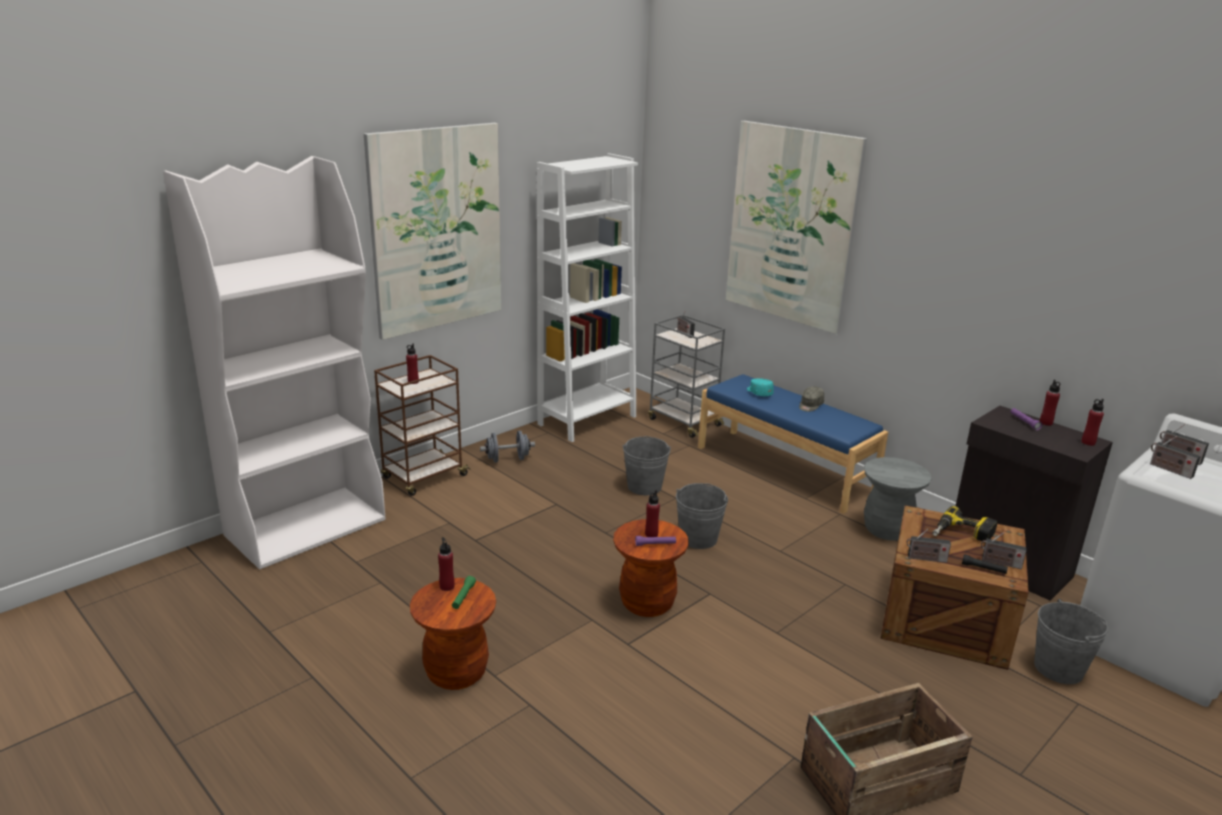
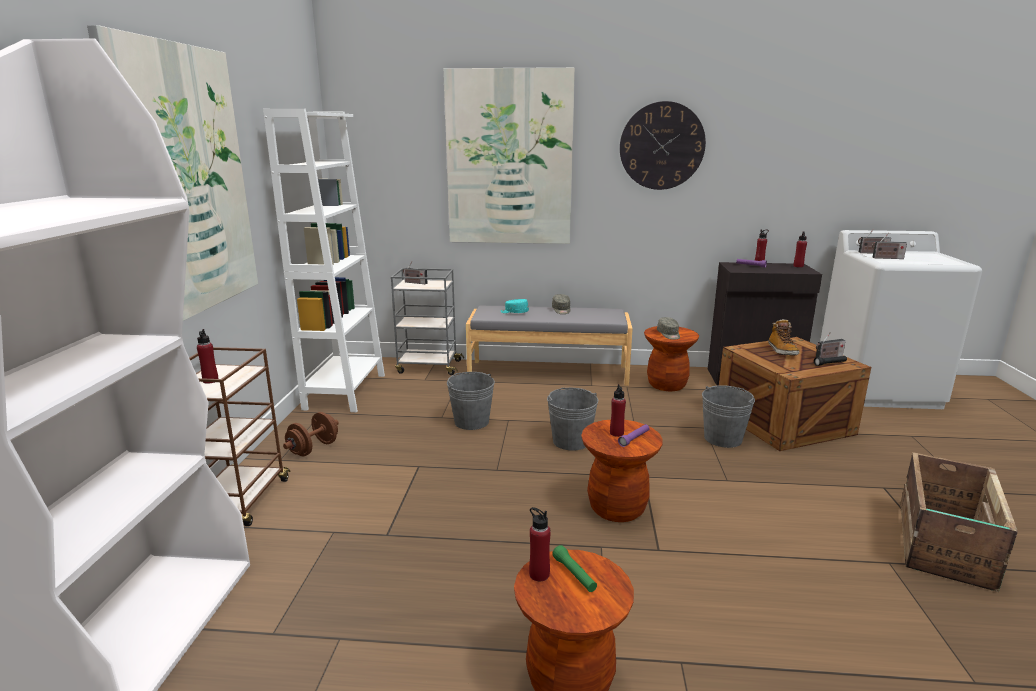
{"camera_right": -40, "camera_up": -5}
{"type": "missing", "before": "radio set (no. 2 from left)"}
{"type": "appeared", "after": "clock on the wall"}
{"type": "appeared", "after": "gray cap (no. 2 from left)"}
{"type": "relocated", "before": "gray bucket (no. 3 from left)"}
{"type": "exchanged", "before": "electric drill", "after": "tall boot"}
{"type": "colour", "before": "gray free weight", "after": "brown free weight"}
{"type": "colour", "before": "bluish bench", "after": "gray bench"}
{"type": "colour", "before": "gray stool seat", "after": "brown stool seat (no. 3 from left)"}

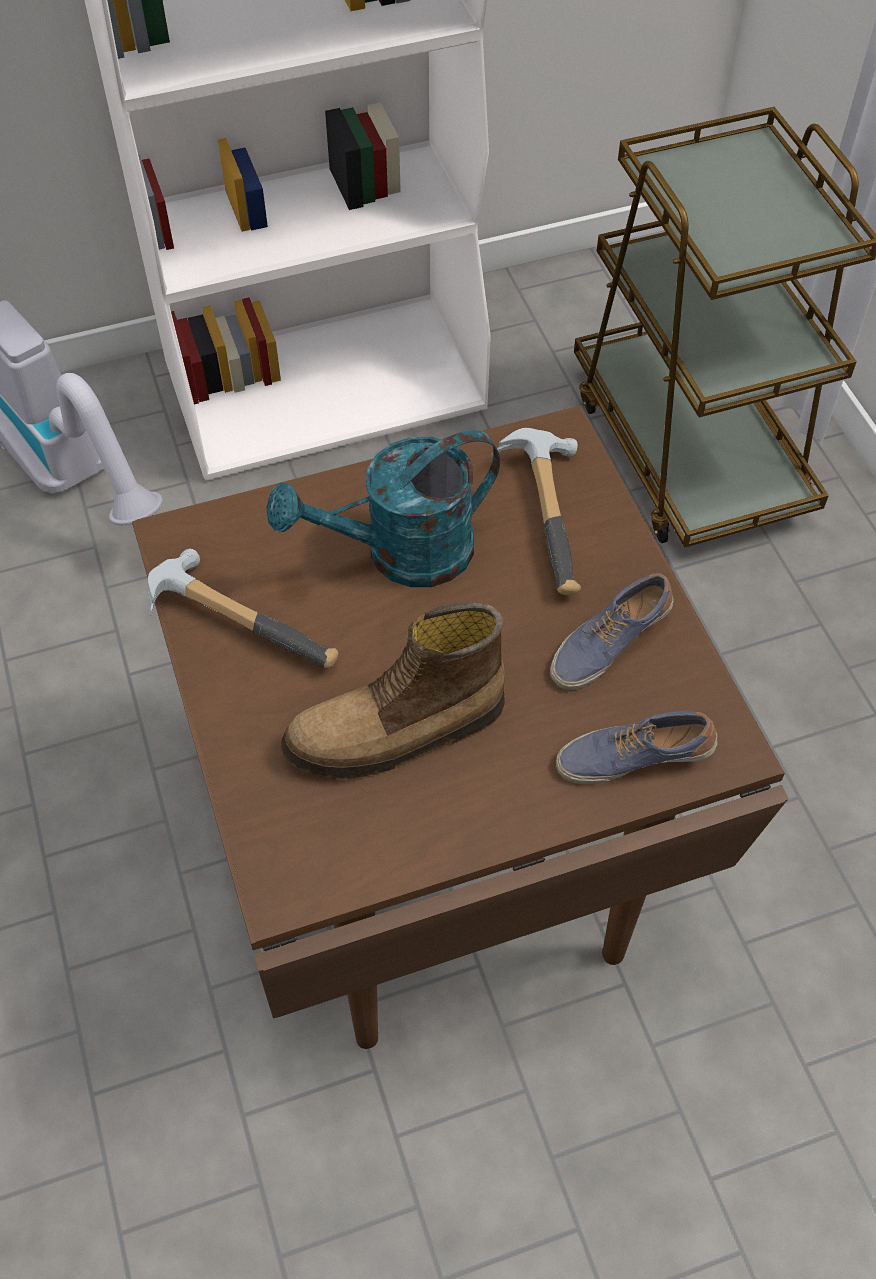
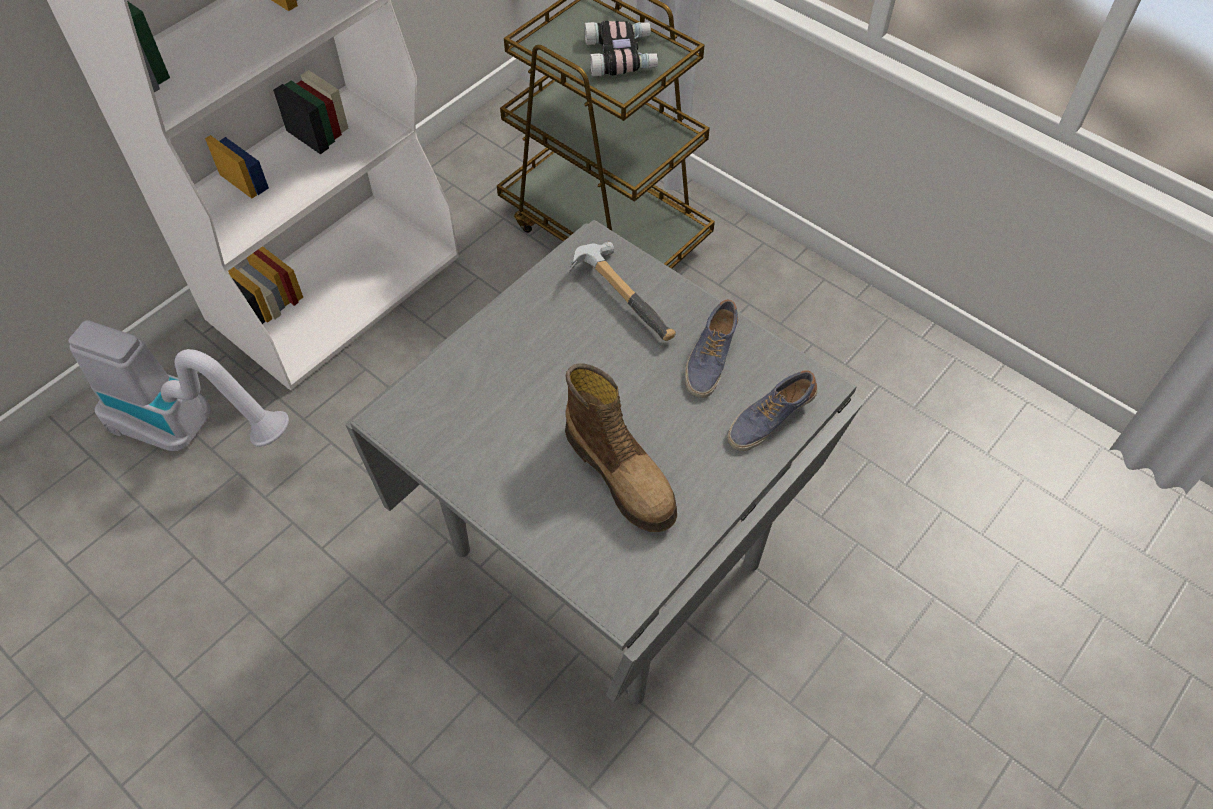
{"camera_right": -30, "camera_up": 0}
{"type": "missing", "before": "hand hammer (no. 1 from left)"}
{"type": "missing", "before": "turquoise sprinkling can"}
{"type": "appeared", "after": "field glasses"}
{"type": "colour", "before": "brown dinner table", "after": "gray dinner table"}
{"type": "spun", "before": "tall boot", "turn": -75}

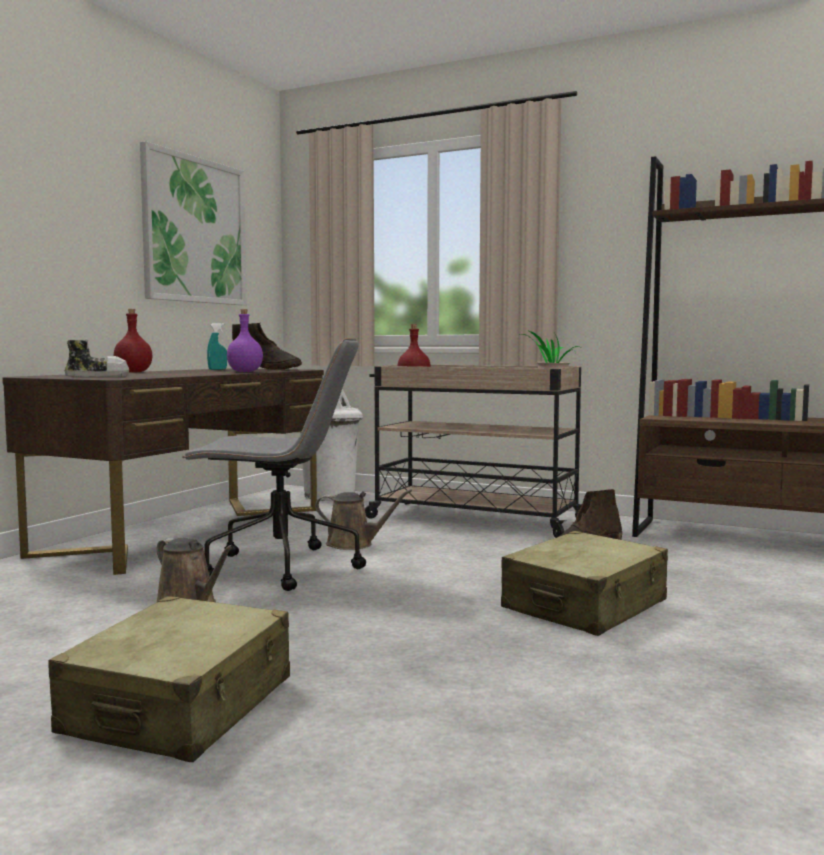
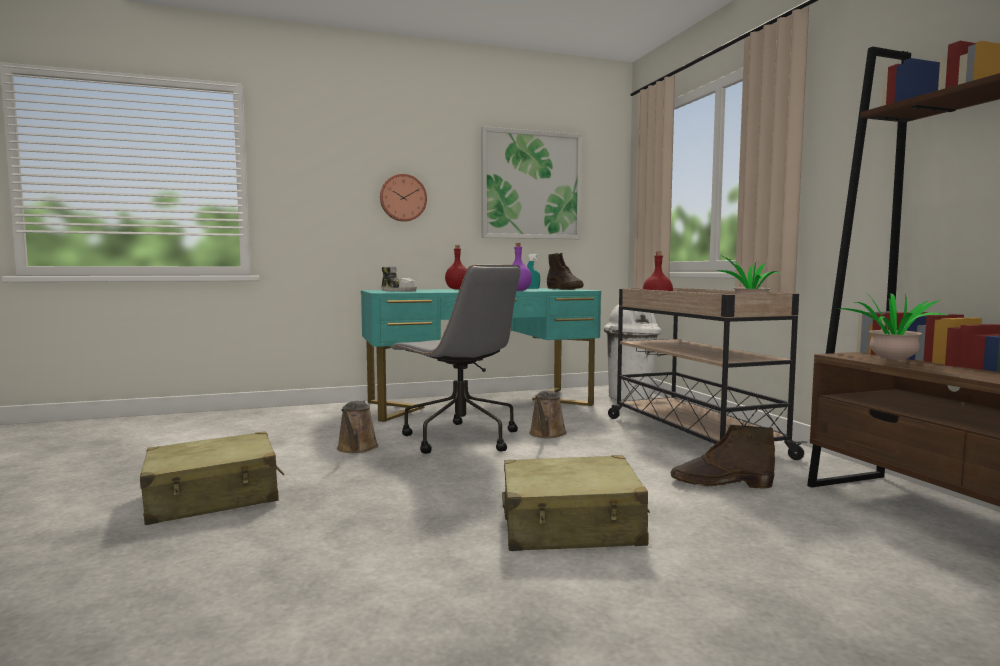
{"camera_right": 45, "camera_up": 0}
{"type": "appeared", "after": "clock on the wall"}
{"type": "appeared", "after": "potted plant (no. 2 from left)"}
{"type": "colour", "before": "brown desk table", "after": "turquoise desk table"}
{"type": "spun", "before": "brown sprinkling can (no. 2 from left)", "turn": 45}

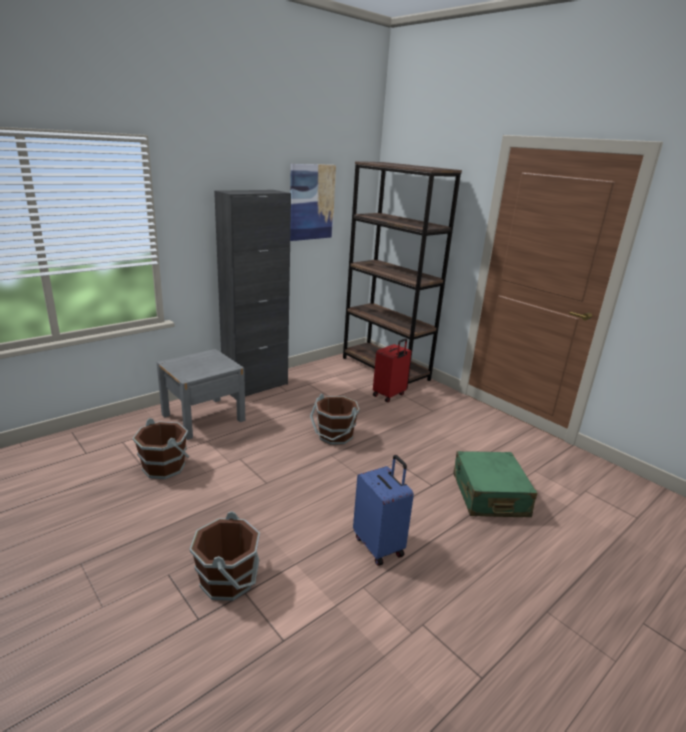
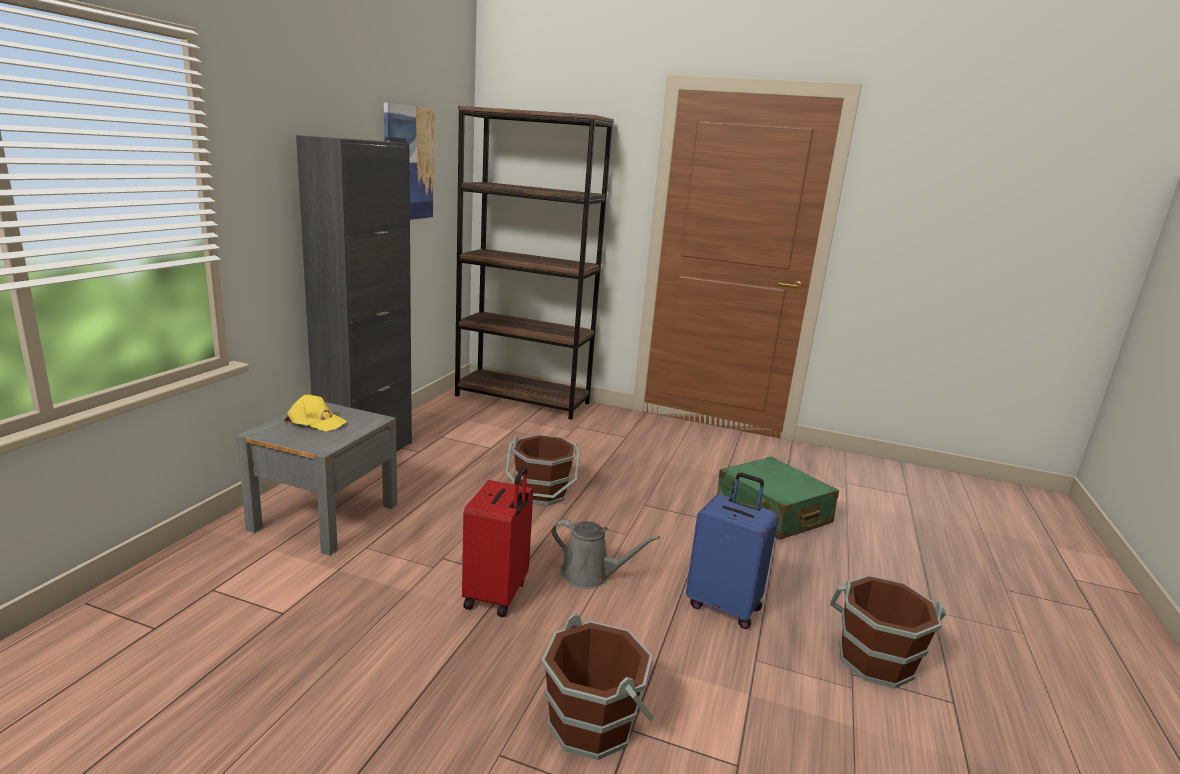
{"camera_right": -30, "camera_up": -5}
{"type": "appeared", "after": "yellow-coloured cap"}
{"type": "appeared", "after": "gray sprinkling can"}
{"type": "relocated", "before": "brown bucket (no. 1 from left in the first image)", "after": "brown bucket (no. 3 from left)"}
{"type": "relocated", "before": "red-coloured suitcase"}

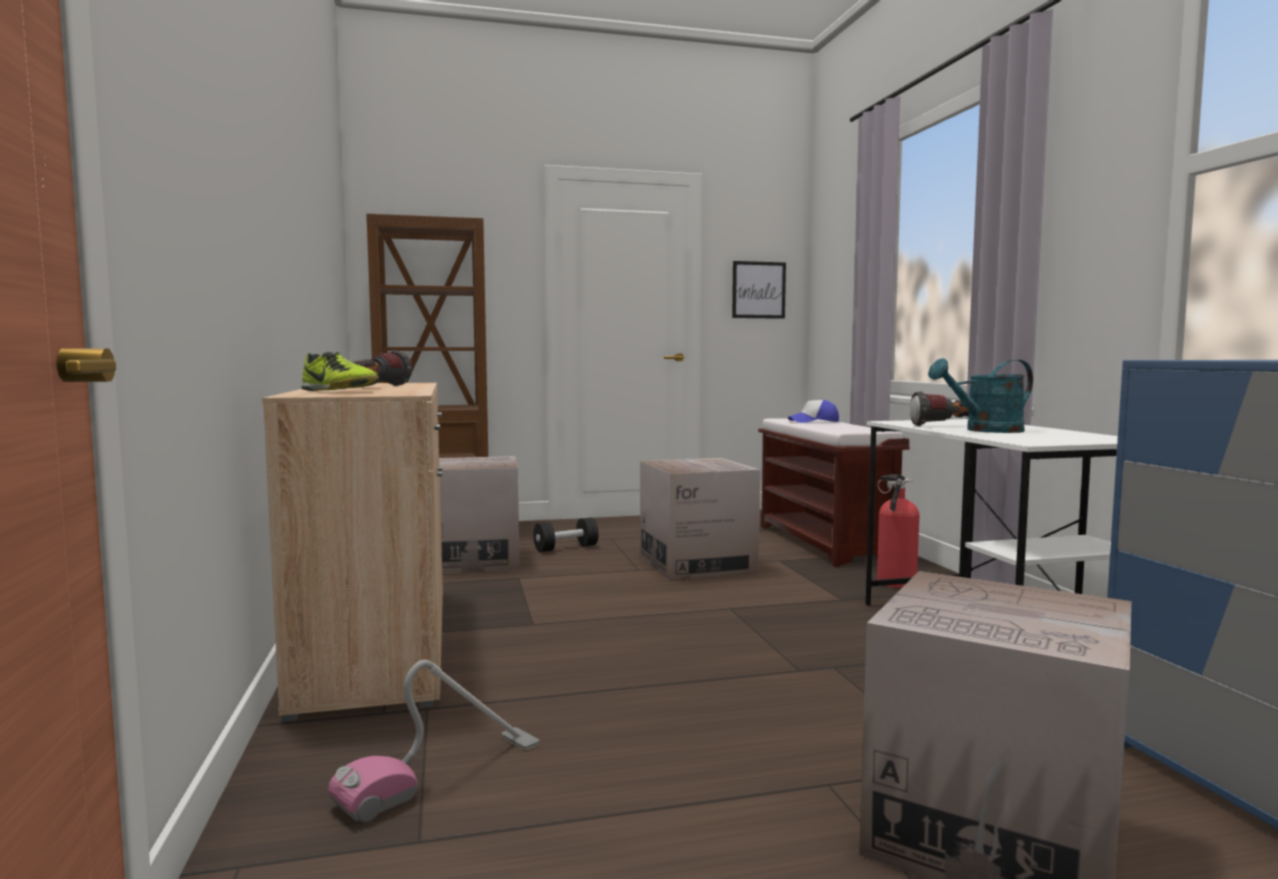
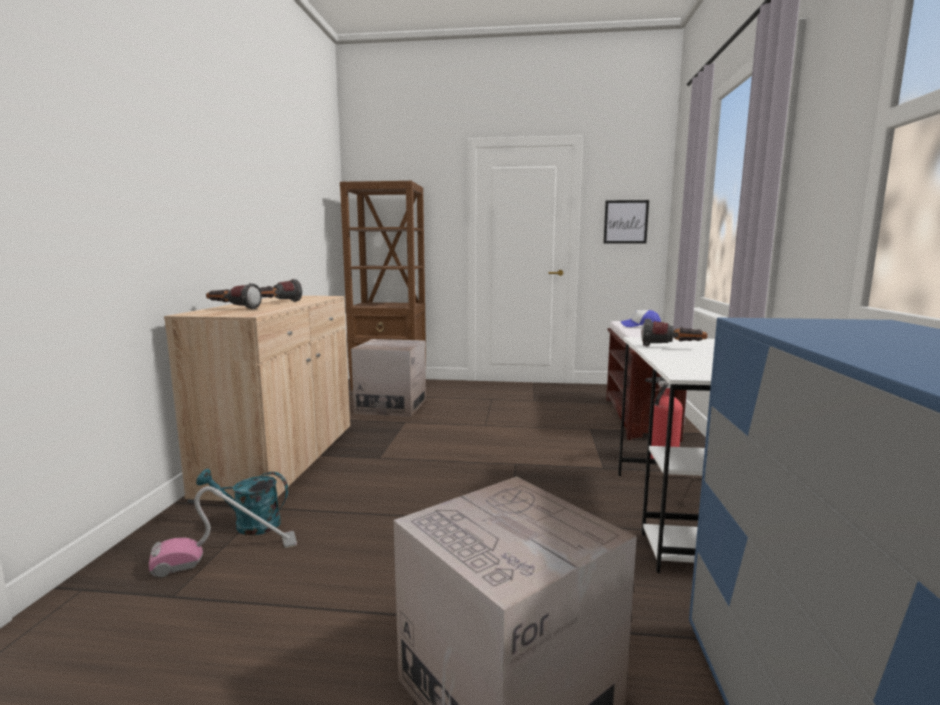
{"camera_right": 20, "camera_up": 5}
{"type": "missing", "before": "black-coloured free weight"}
{"type": "missing", "before": "packing box (no. 2 from left)"}
{"type": "relocated", "before": "turquoise sprinkling can"}
{"type": "exchanged", "before": "low shoe", "after": "torch (no. 1 from left)"}

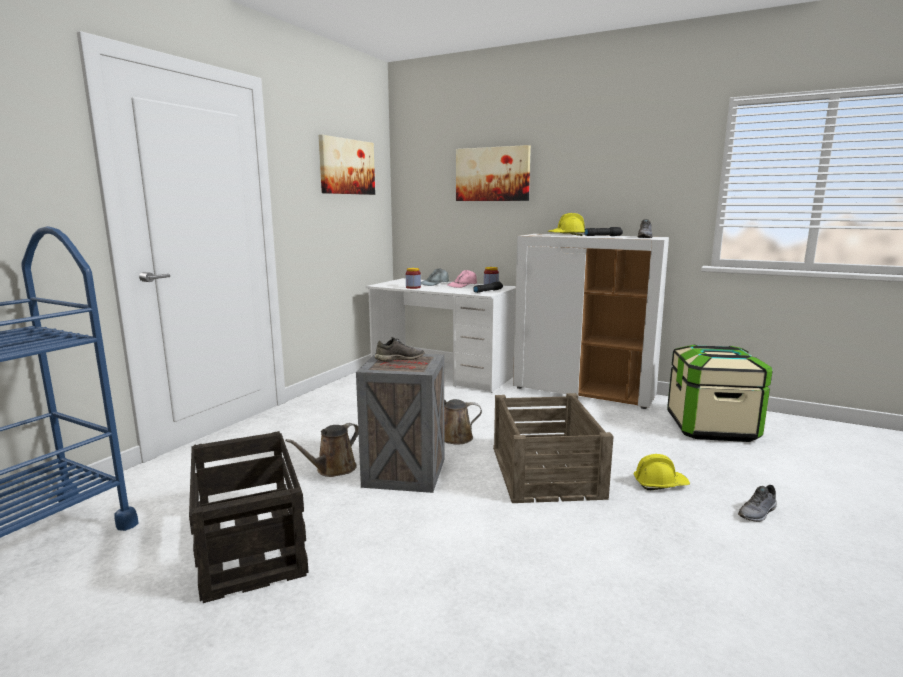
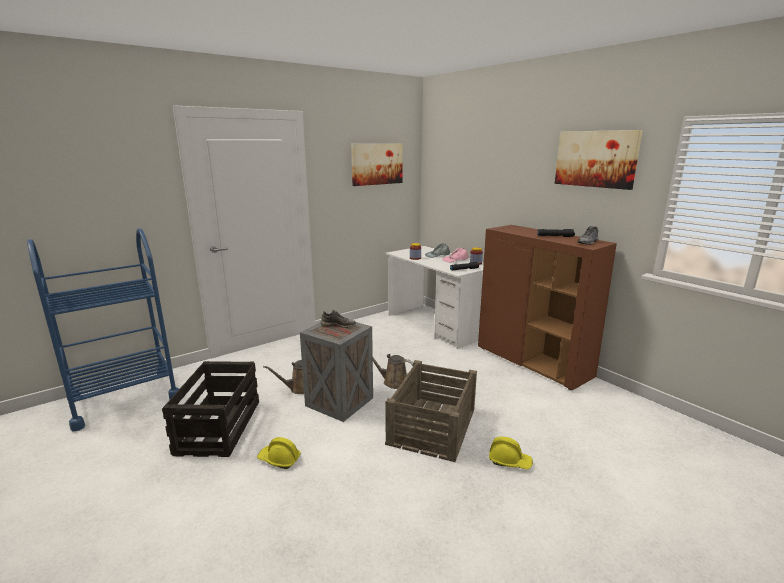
{"camera_right": 25, "camera_up": 5}
{"type": "missing", "before": "storage box"}
{"type": "missing", "before": "gray low shoe (no. 3 from left)"}
{"type": "relocated", "before": "wall art (no. 2 from left)"}
{"type": "relocated", "before": "yellow-coloured hard hat (no. 1 from left)"}
{"type": "colour", "before": "whitish storage cabinet", "after": "brown storage cabinet"}

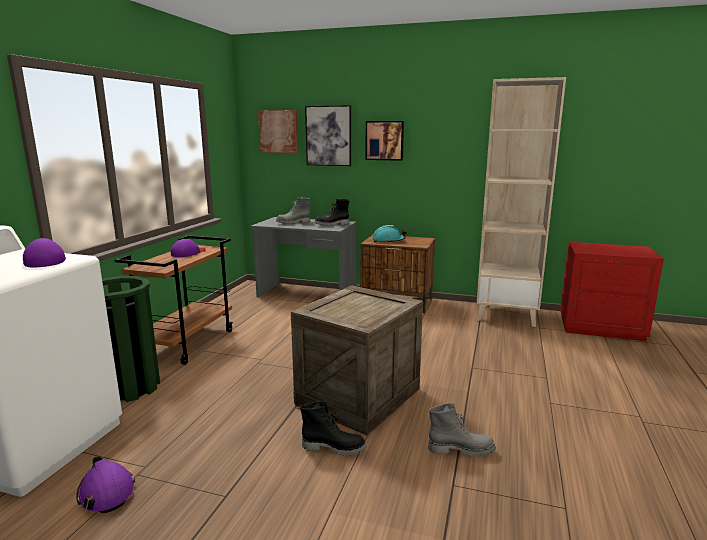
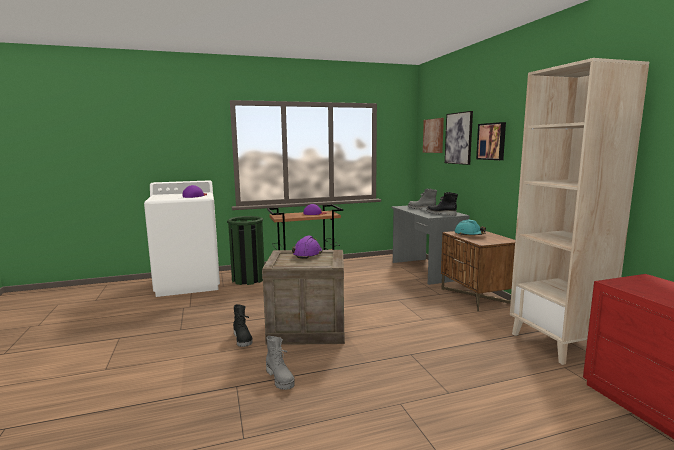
{"camera_right": 55, "camera_up": -5}
{"type": "relocated", "before": "purplish hard hat"}

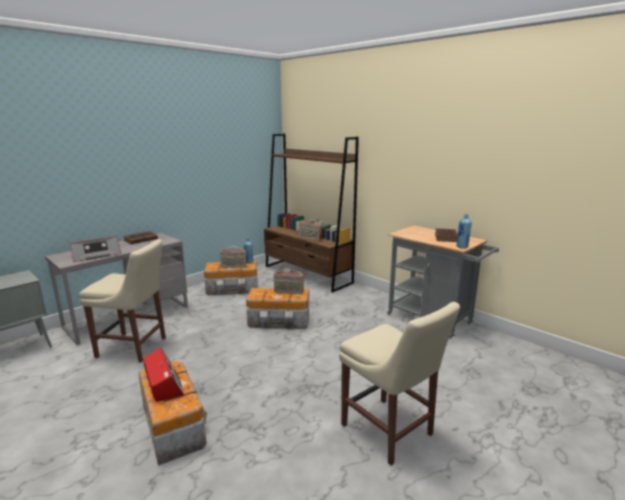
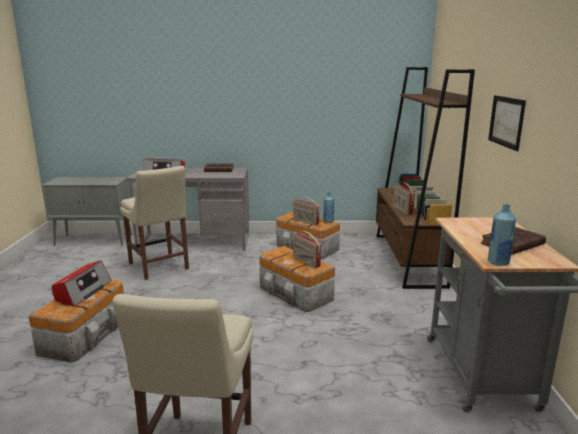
{"camera_right": 45, "camera_up": 0}
{"type": "appeared", "after": "wall art"}

